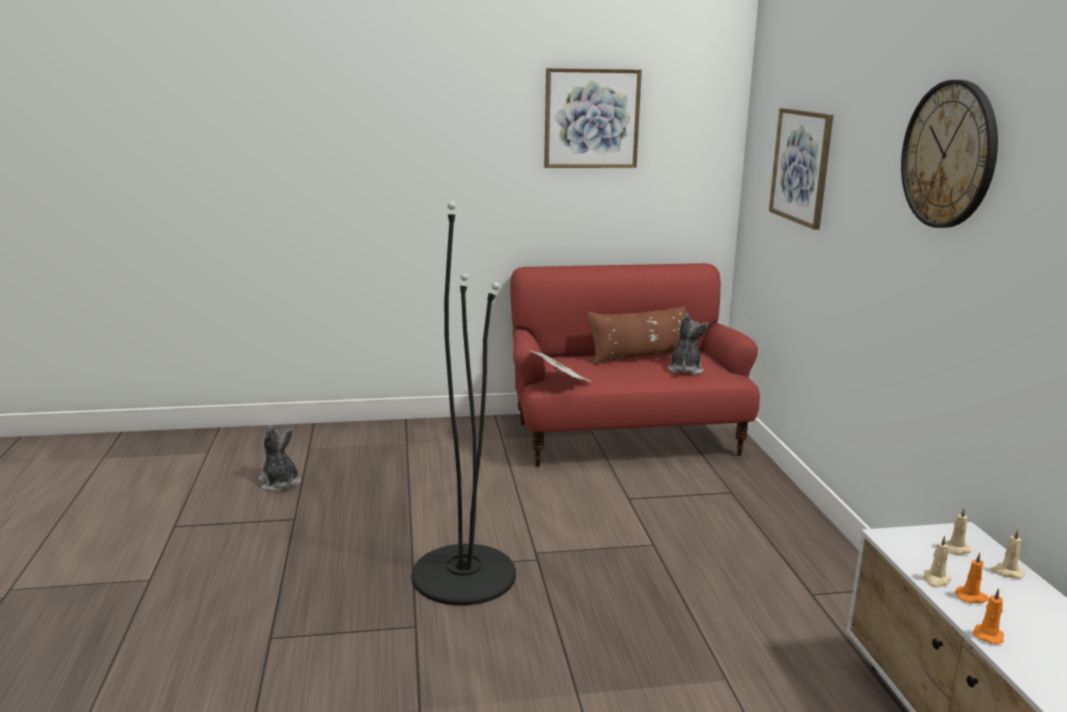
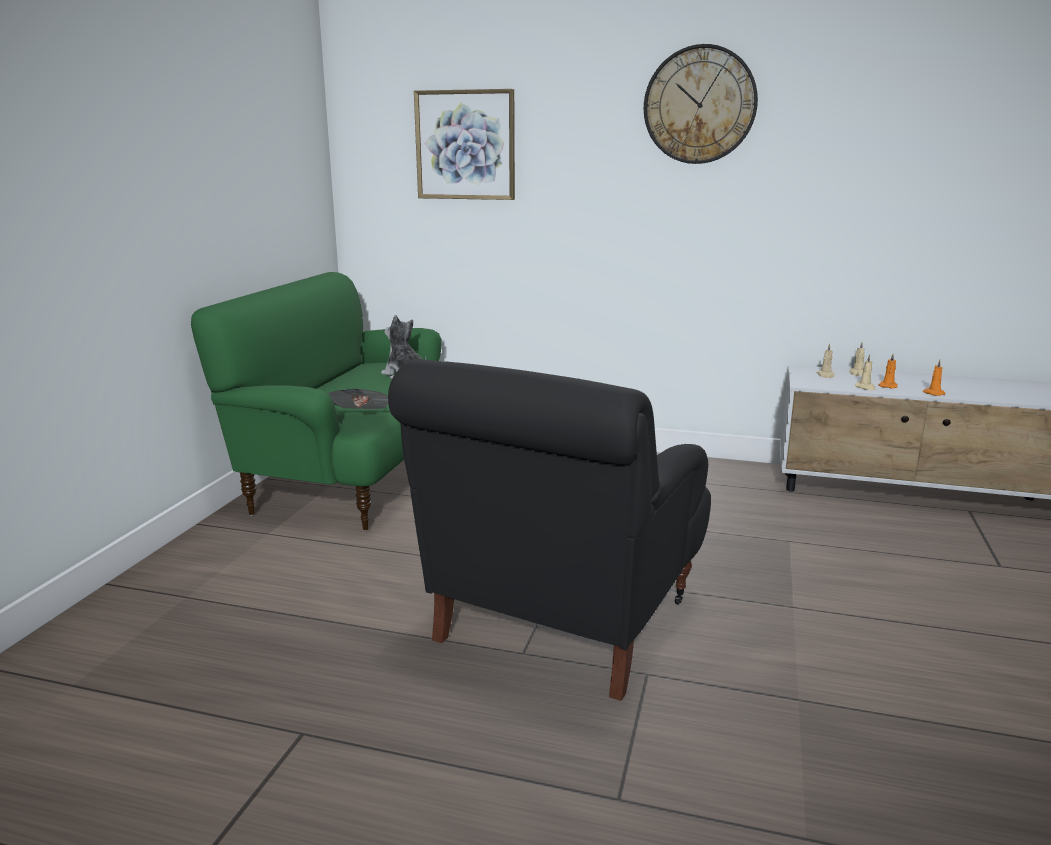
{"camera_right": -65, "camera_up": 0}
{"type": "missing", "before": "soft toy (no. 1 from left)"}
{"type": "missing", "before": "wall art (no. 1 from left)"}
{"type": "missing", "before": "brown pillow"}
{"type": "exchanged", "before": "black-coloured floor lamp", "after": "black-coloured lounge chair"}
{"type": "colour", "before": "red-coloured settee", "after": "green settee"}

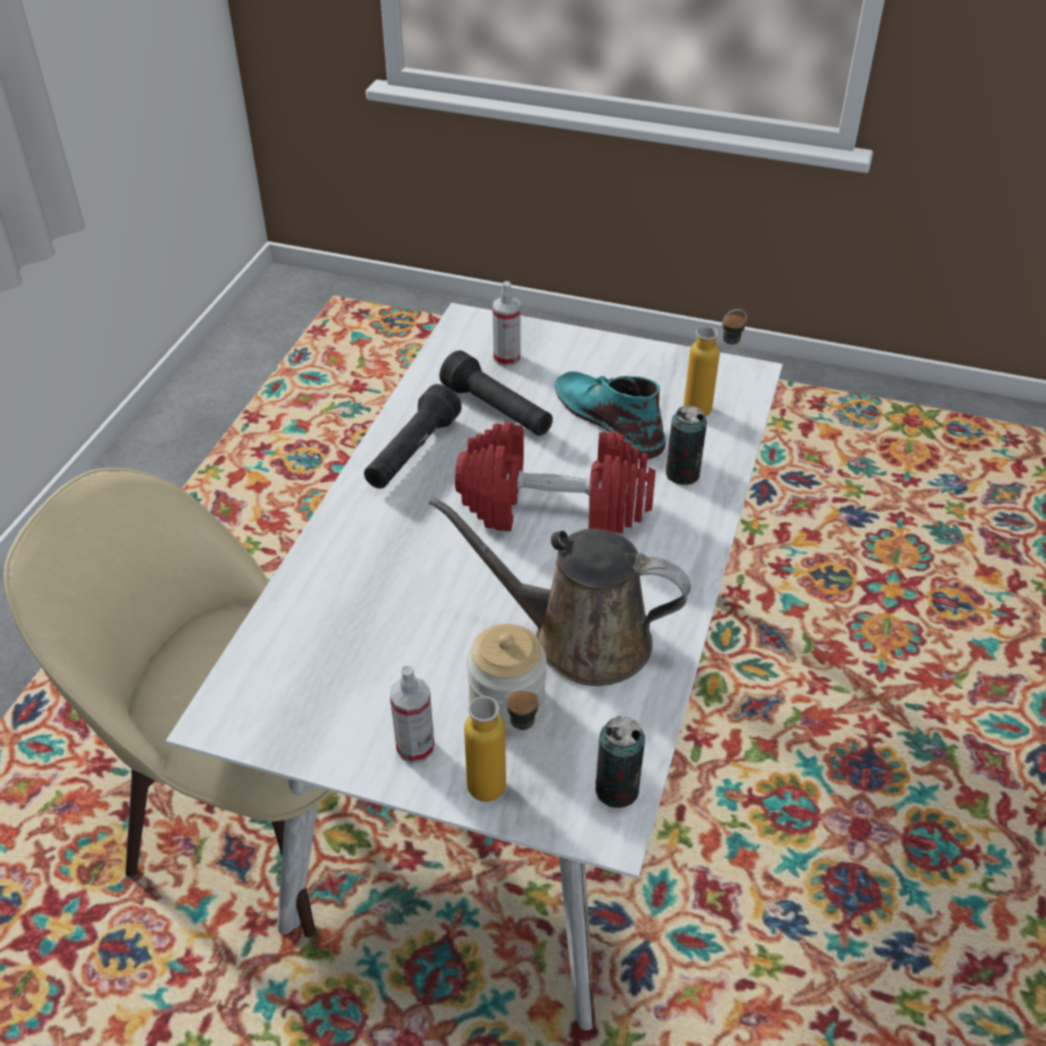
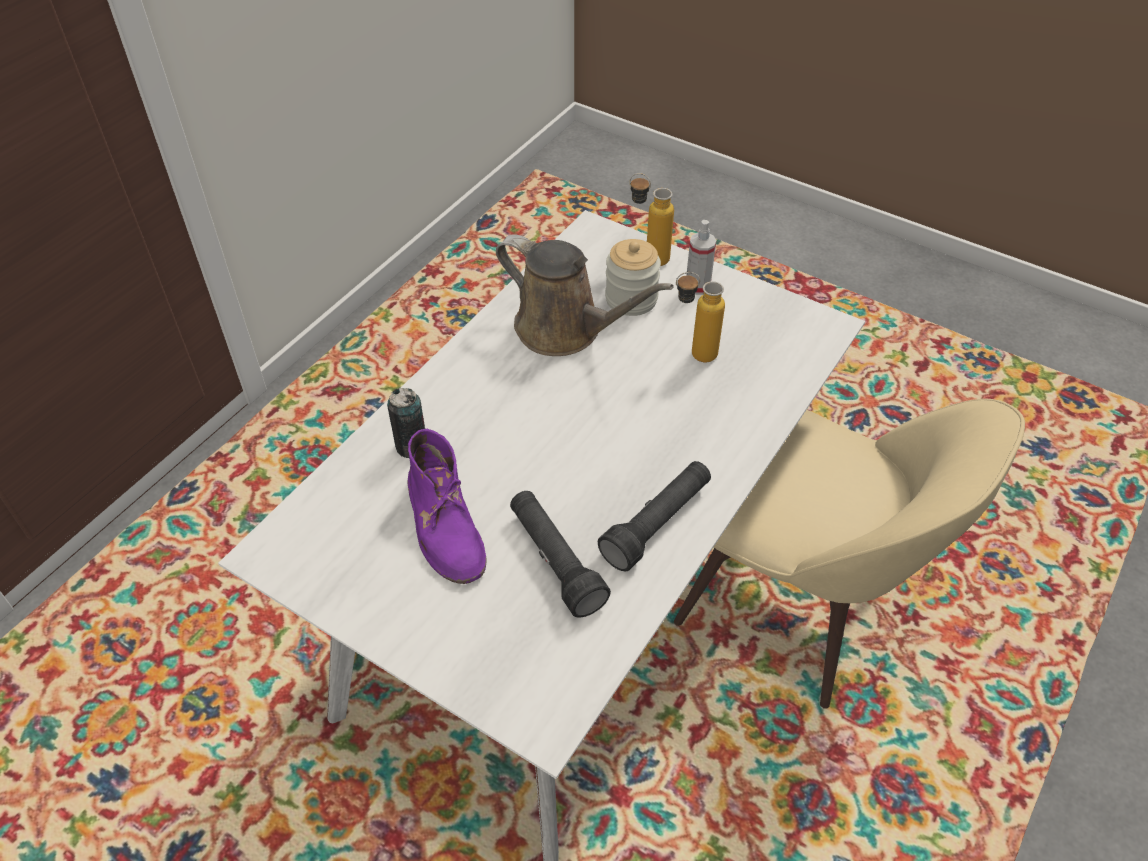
{"camera_right": -165, "camera_up": 5}
{"type": "missing", "before": "red-coloured free weight"}
{"type": "missing", "before": "hand sprayer (no. 2 from left)"}
{"type": "missing", "before": "can (no. 1 from left)"}
{"type": "relocated", "before": "beverage bottle (no. 2 from left)"}
{"type": "colour", "before": "turquoise tall boot", "after": "purplish tall boot"}

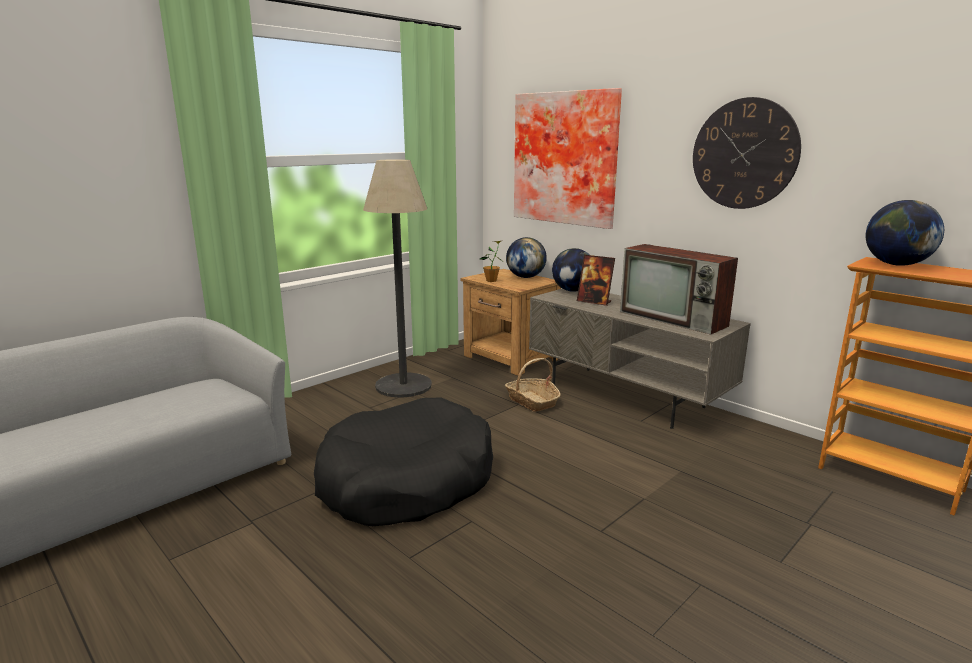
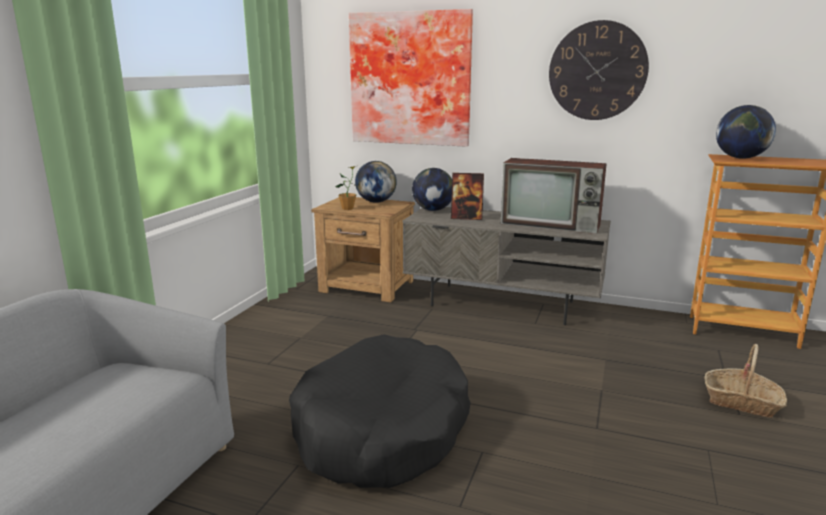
{"camera_right": -25, "camera_up": 0}
{"type": "missing", "before": "floor lamp"}
{"type": "relocated", "before": "basket"}

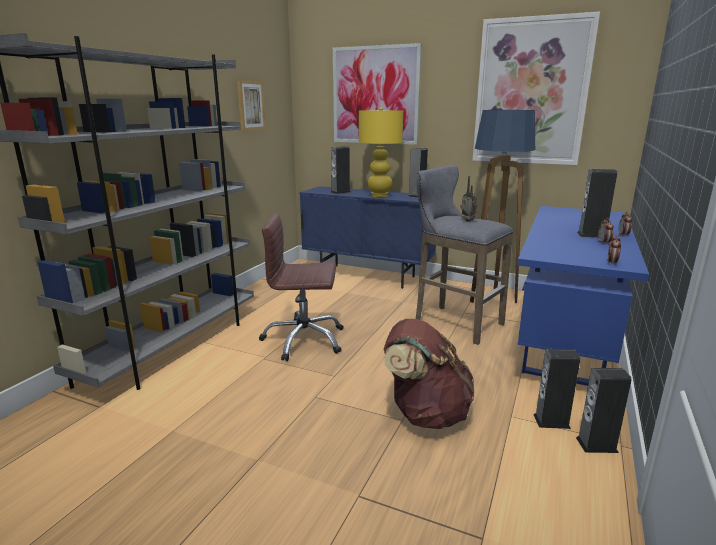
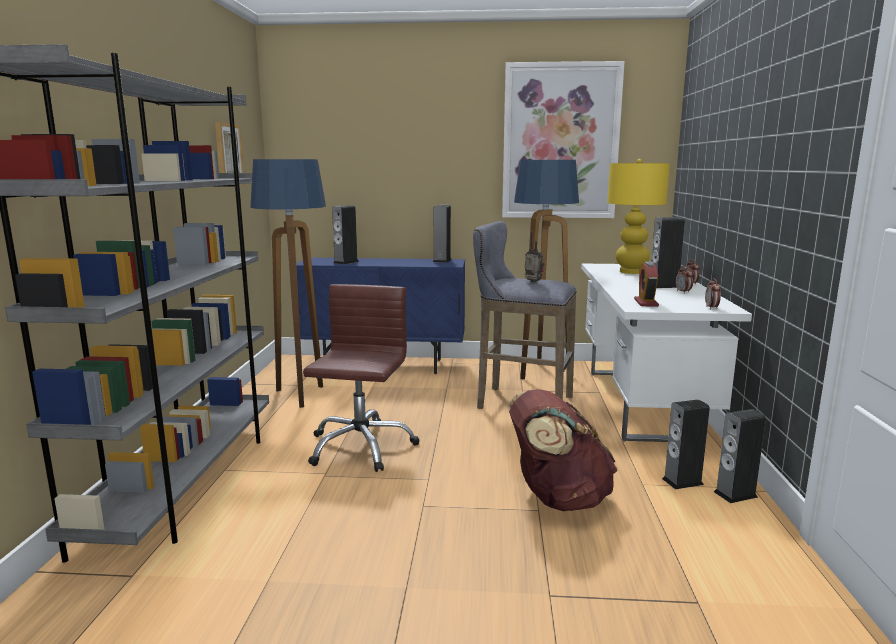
{"camera_right": -20, "camera_up": -5}
{"type": "missing", "before": "wall art (no. 2 from left)"}
{"type": "appeared", "after": "floor lamp (no. 1 from left)"}
{"type": "appeared", "after": "alarm clock (no. 1 from left)"}
{"type": "relocated", "before": "yellow-coloured lamp for a table"}
{"type": "colour", "before": "bluish desk table", "after": "whitish desk table"}
{"type": "spun", "before": "brown computer chair", "turn": 120}

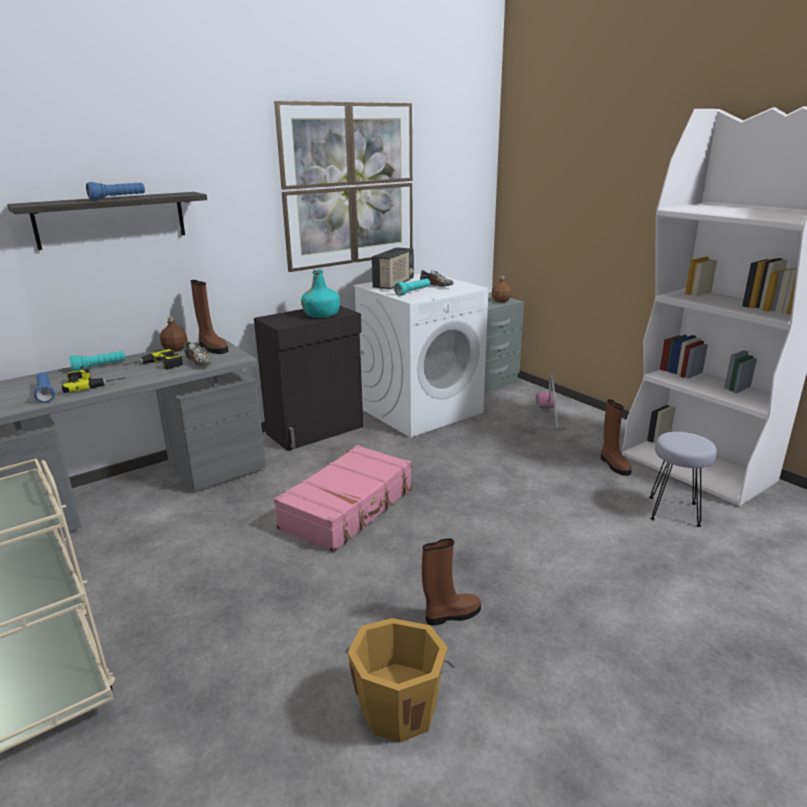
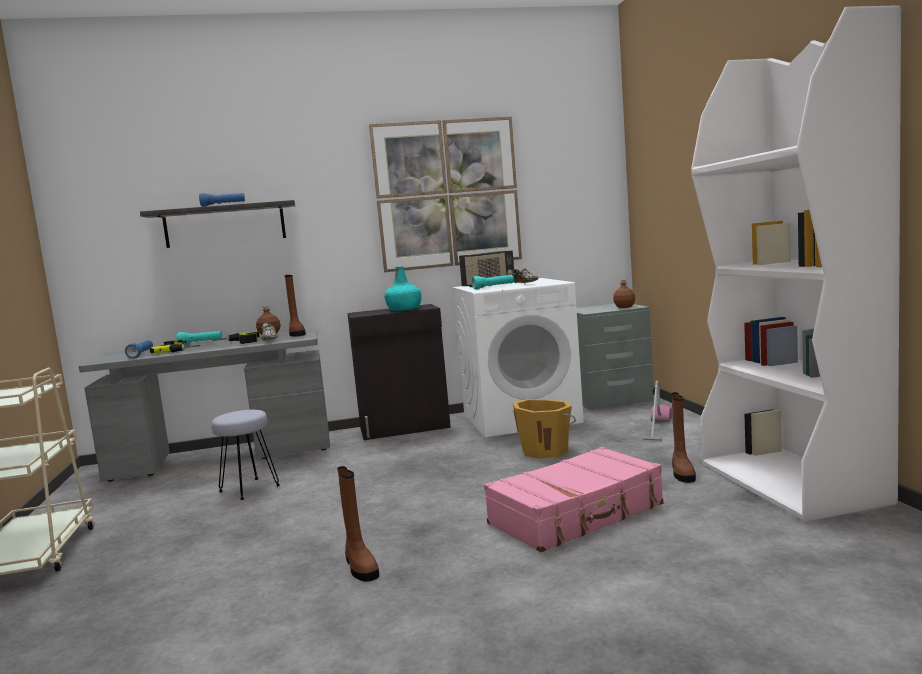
{"camera_right": 25, "camera_up": -15}
{"type": "relocated", "before": "pink suitcase"}
{"type": "relocated", "before": "orange-coloured bucket"}
{"type": "relocated", "before": "gray stool seat"}
{"type": "spun", "before": "brown tall boot (no. 2 from left)", "turn": 60}

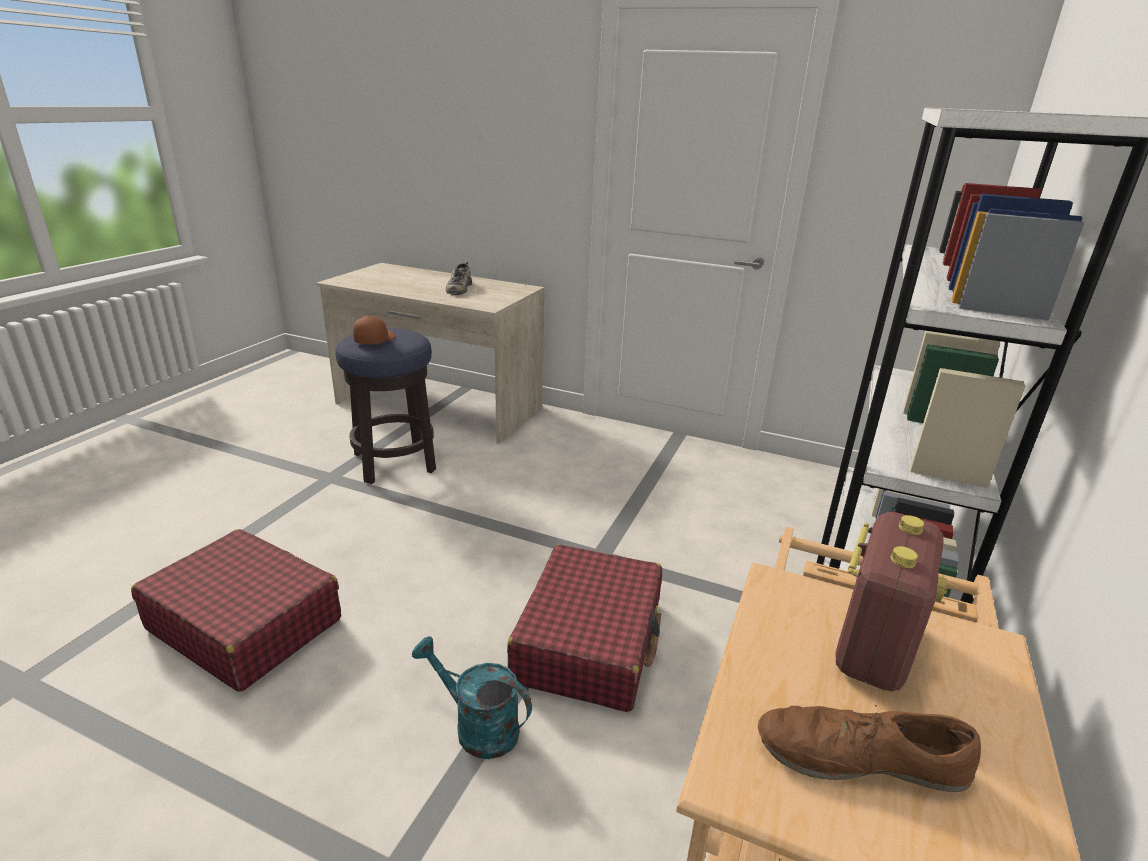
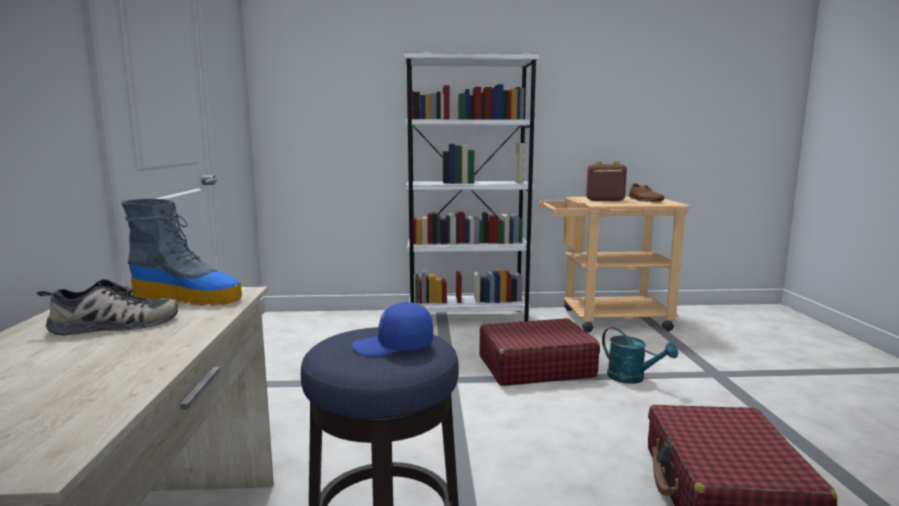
{"camera_right": -115, "camera_up": -15}
{"type": "appeared", "after": "tall boot"}
{"type": "colour", "before": "brown cap", "after": "bluish cap"}
{"type": "spun", "before": "turquoise sprinkling can", "turn": -45}

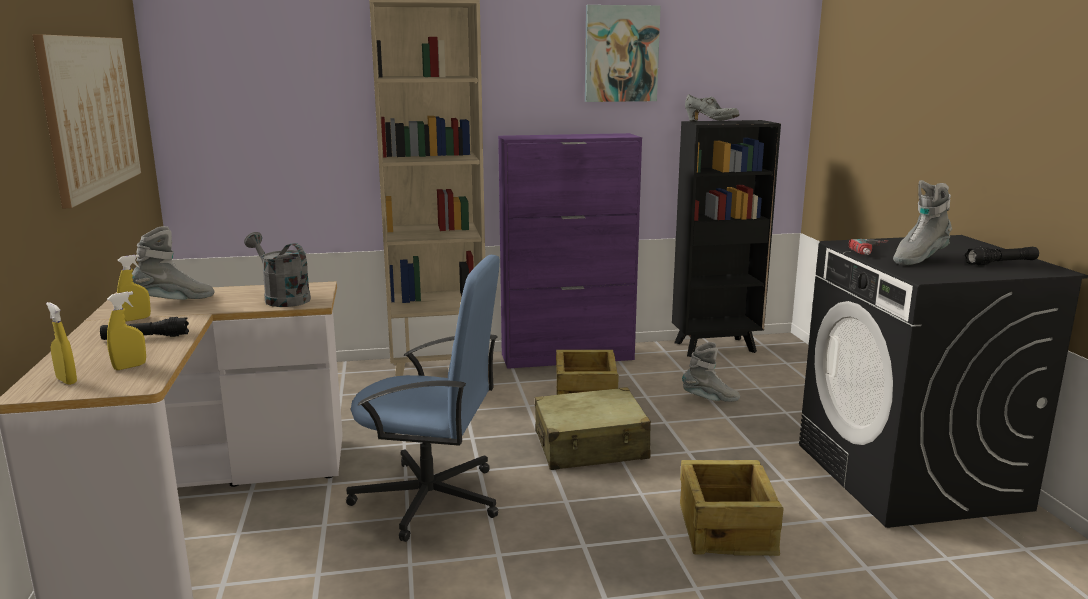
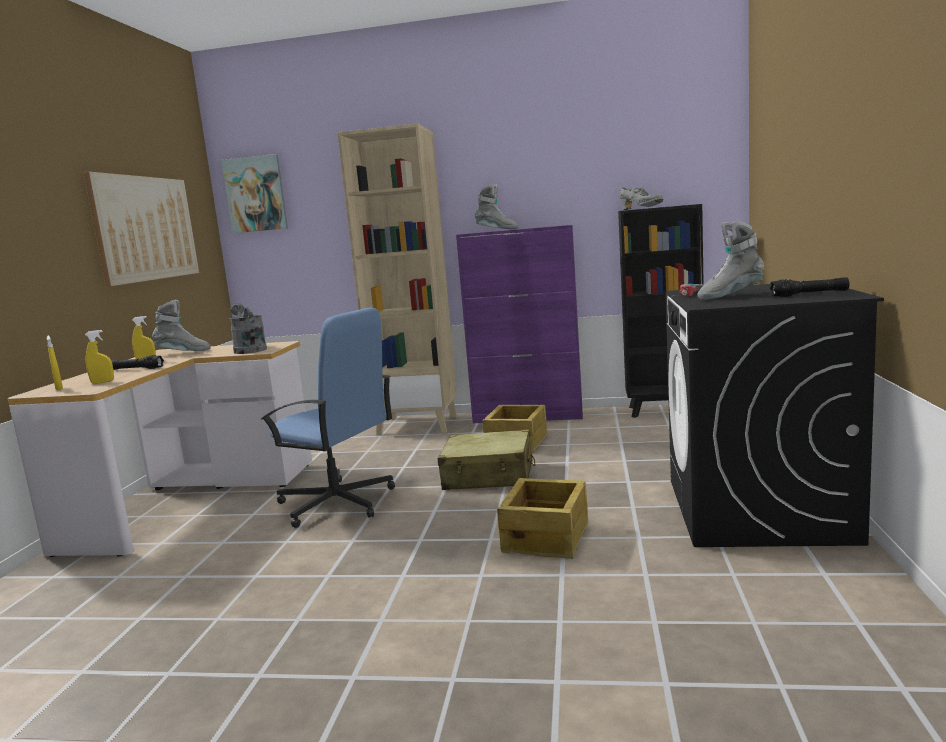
{"camera_right": 20, "camera_up": -5}
{"type": "relocated", "before": "wall art (no. 2 from left)"}
{"type": "relocated", "before": "gray tall boot (no. 2 from left)"}

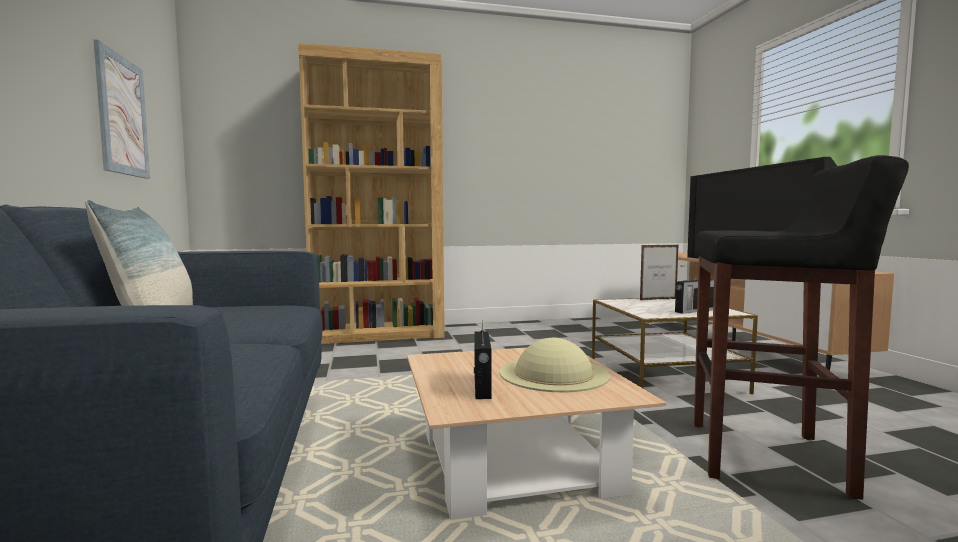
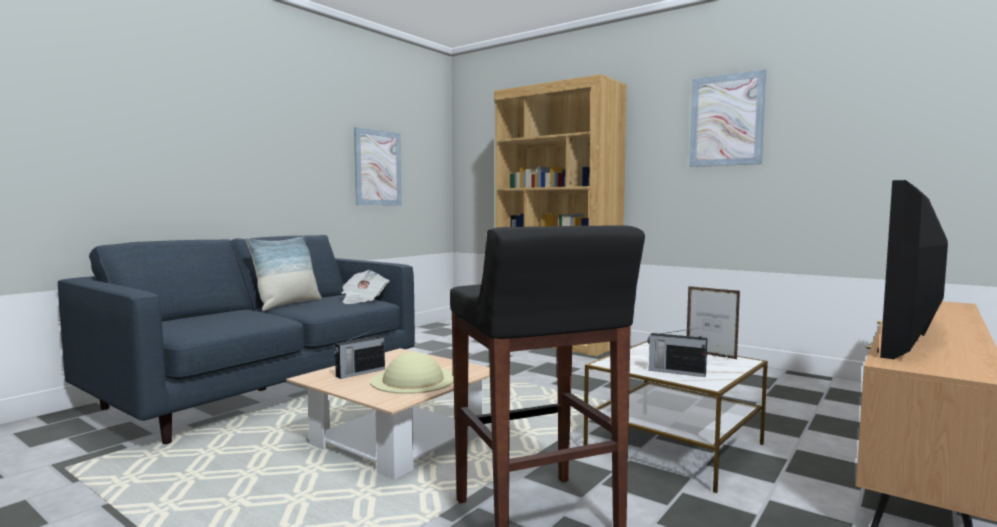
{"camera_right": 50, "camera_up": 0}
{"type": "appeared", "after": "newspaper"}
{"type": "appeared", "after": "wall art (no. 2 from left)"}

